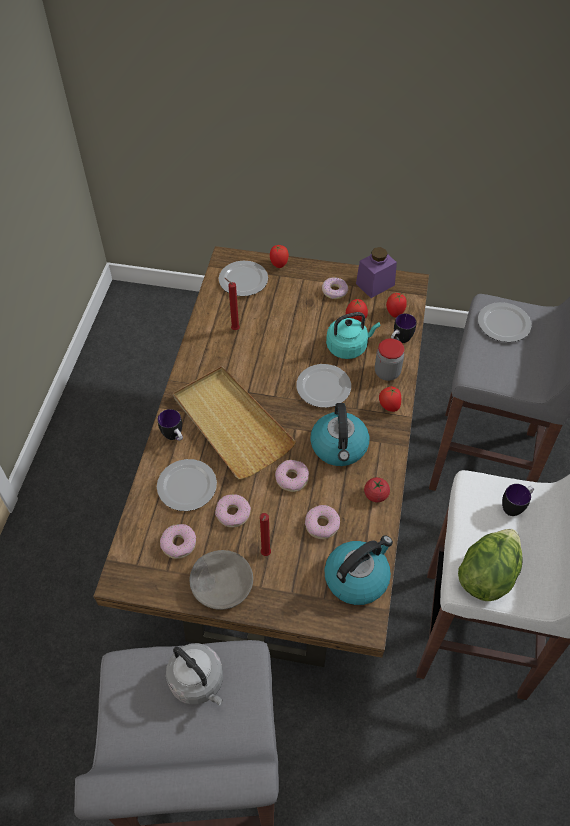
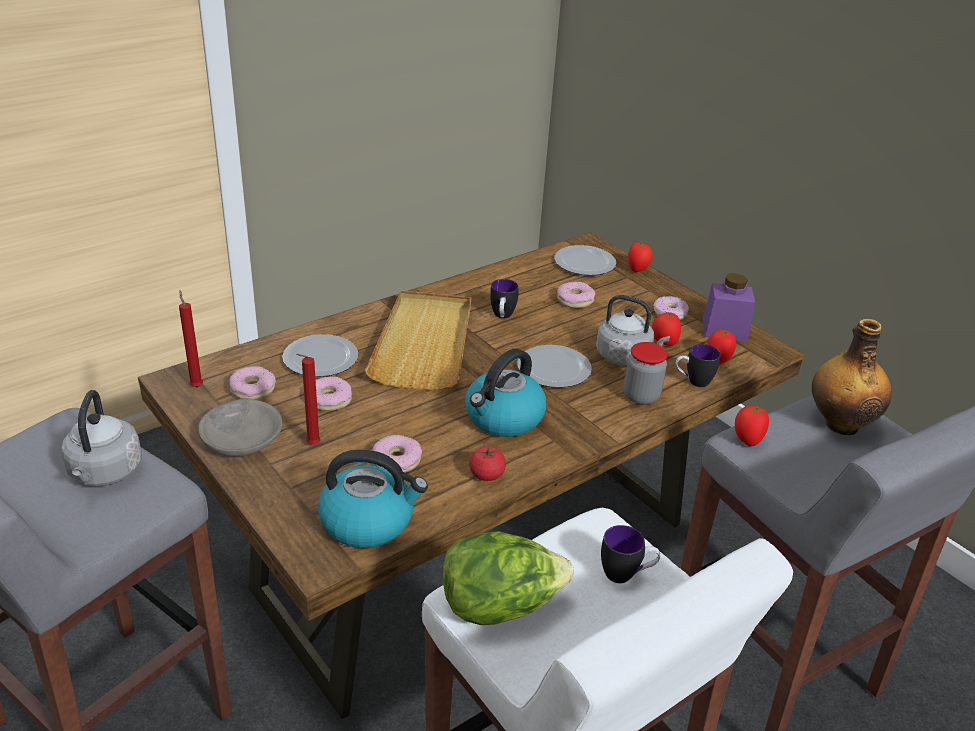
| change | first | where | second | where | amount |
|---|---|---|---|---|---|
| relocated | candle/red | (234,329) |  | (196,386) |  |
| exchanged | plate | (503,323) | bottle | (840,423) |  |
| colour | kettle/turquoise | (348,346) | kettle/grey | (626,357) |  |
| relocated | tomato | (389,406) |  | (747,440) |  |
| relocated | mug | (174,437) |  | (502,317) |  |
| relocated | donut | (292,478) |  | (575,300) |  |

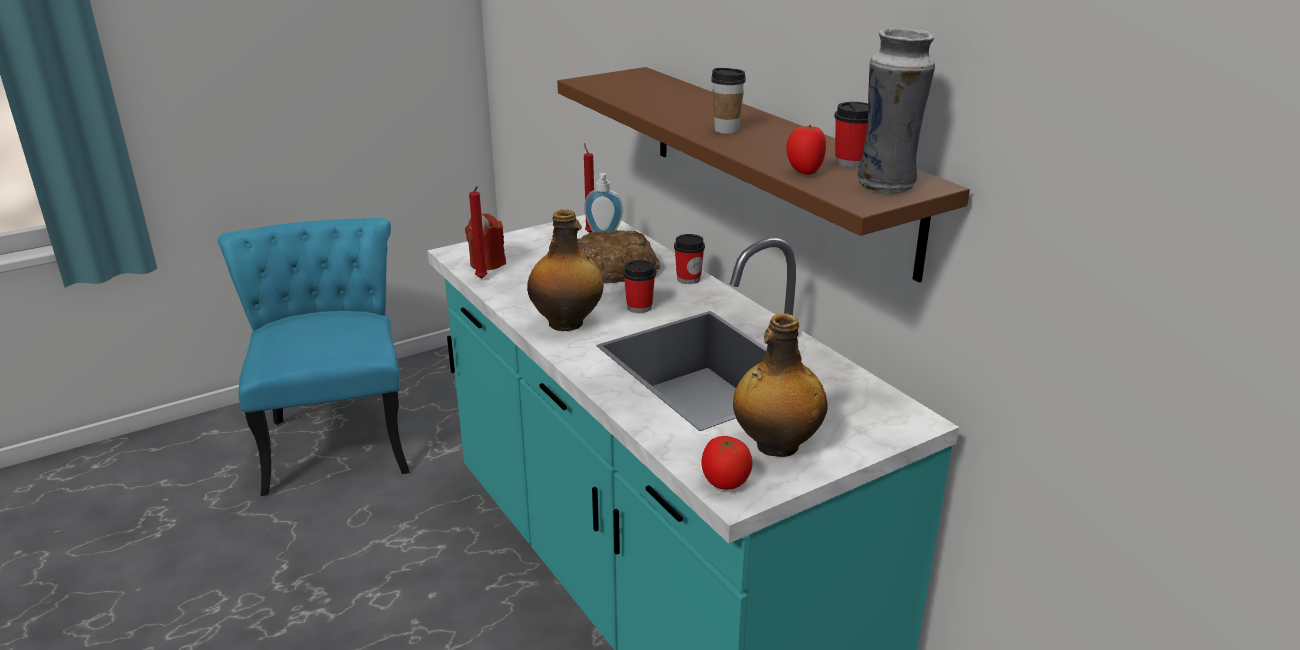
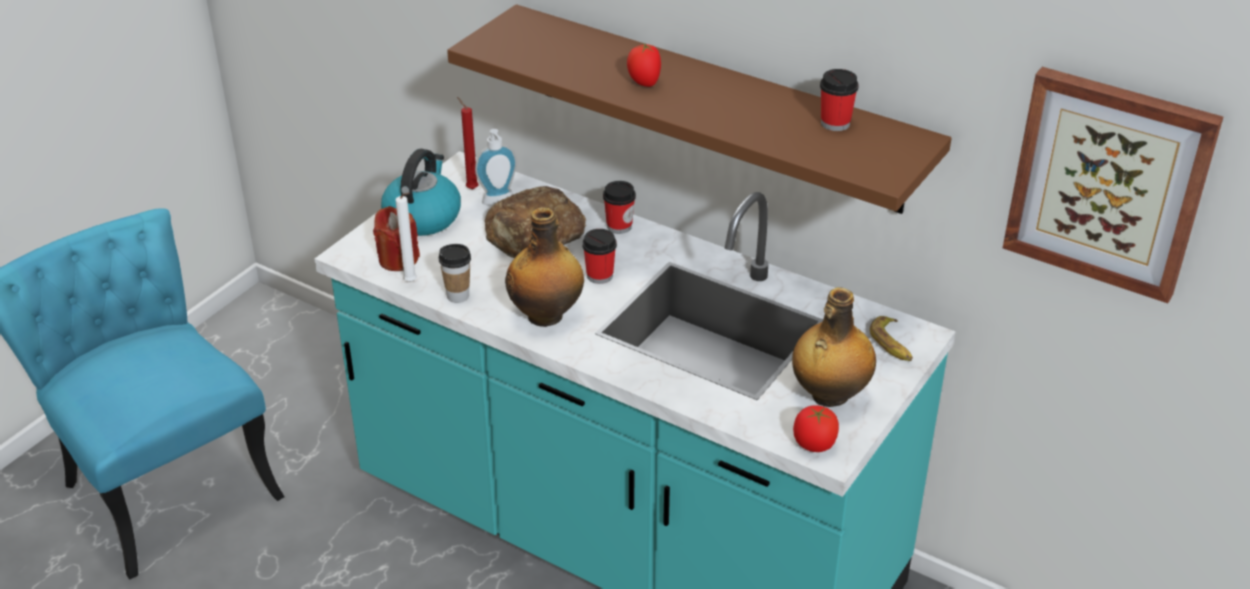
| change | first | where | second | where | amount |
|---|---|---|---|---|---|
| missing | vase | (887,185) |  |  |  |
| relocated | cup | (726,130) |  | (458,296) |  |
| relocated | tomato | (804,172) |  | (643,83) |  |
| colour | candle/red | (482,279) | candle/white | (412,283) |  |
| appeared |  |  | picture | (1108,182) |  |
| appeared |  |  | kettle | (423,217) |  |
| appeared |  |  | banana | (892,344) |  |

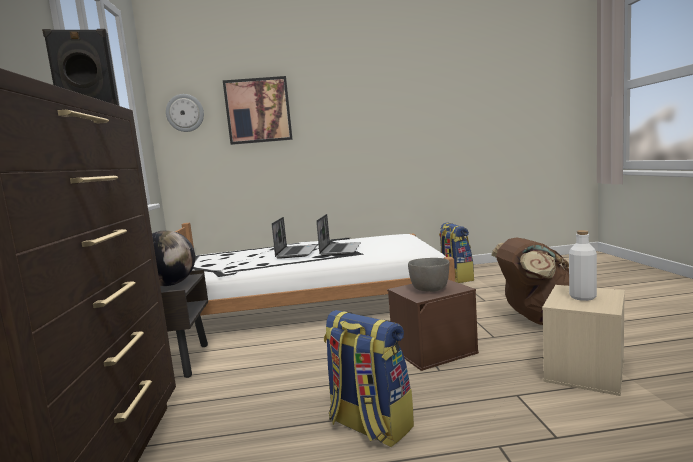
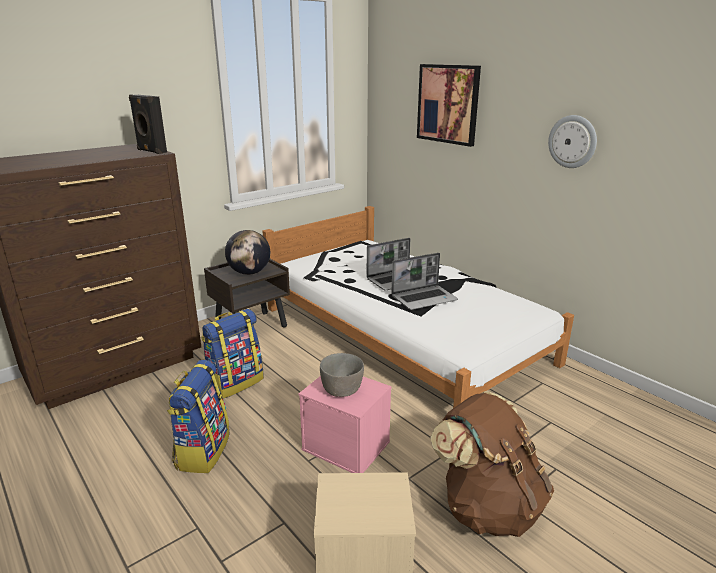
| change | first | where | second | where | amount |
|---|---|---|---|---|---|
| relocated | wall clock | (185,113) |  | (572,141) |  |
| relocated | backpack | (455,278) |  | (235,382) |  |
| missing | bottle/white | (582,297) |  |  |  |
| colour | storage box/brown | (434,350) | storage box/pink | (347,445) |  |

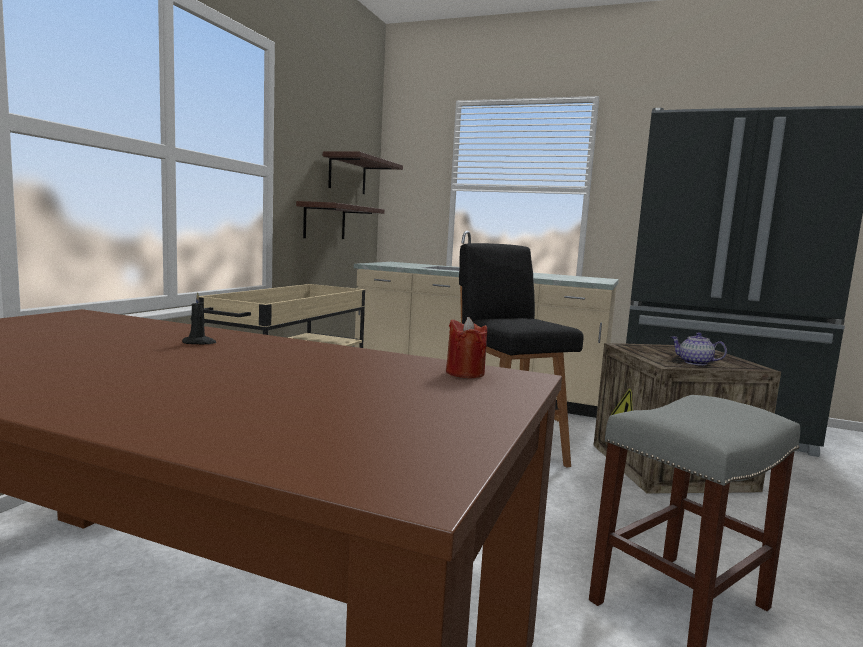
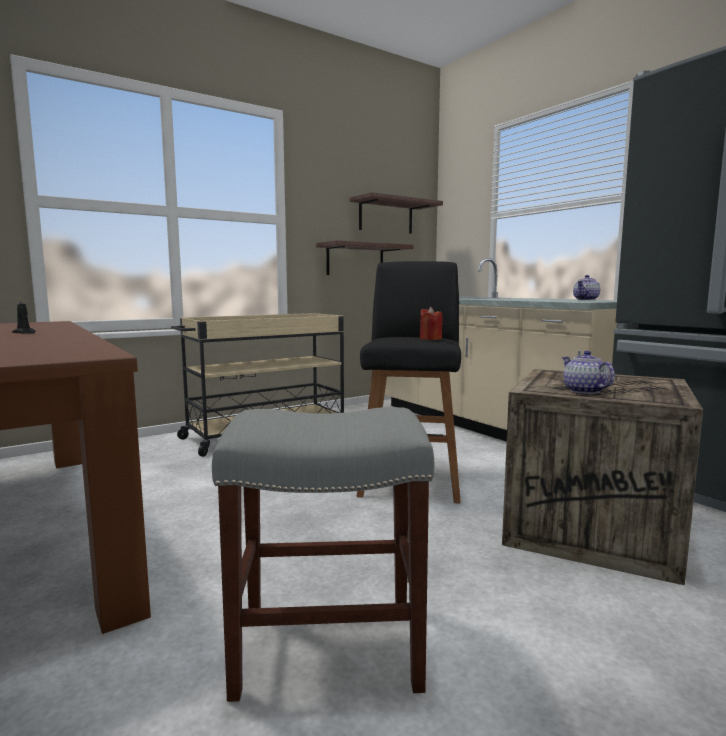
| change | first | where | second | where | amount |
|---|---|---|---|---|---|
| relocated | candle/red | (465,373) |  | (430,339) |  |
| appeared |  |  | teapot | (586,299) |  |

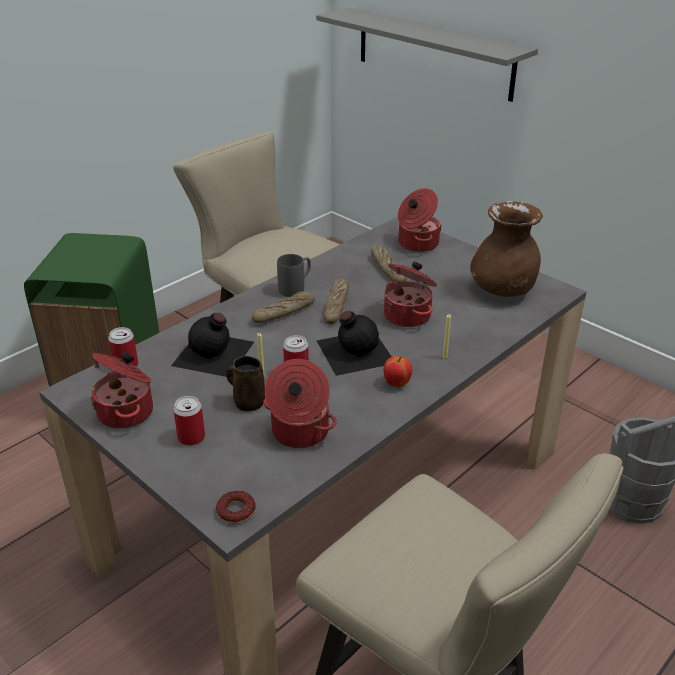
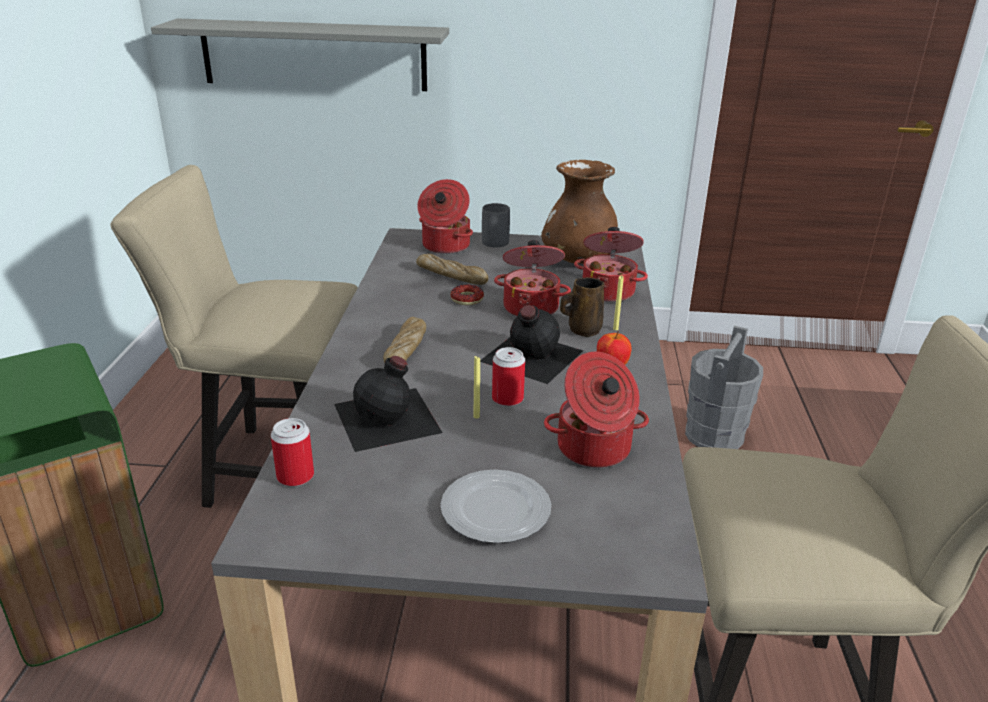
| change | first | where | second | where | amount |
|---|---|---|---|---|---|
| relocated | mug/grey | (296,288) |  | (496,240) |  |
| missing | bread | (336,306) |  |  |  |
| relocated | cooking pot | (127,412) |  | (608,291) |  |
| relocated | mug/brown | (248,402) |  | (582,330) |  |
| exchanged | can | (191,437) | plate | (494,511) |  |
| relocated | donut | (236,511) |  | (467,299) |  |

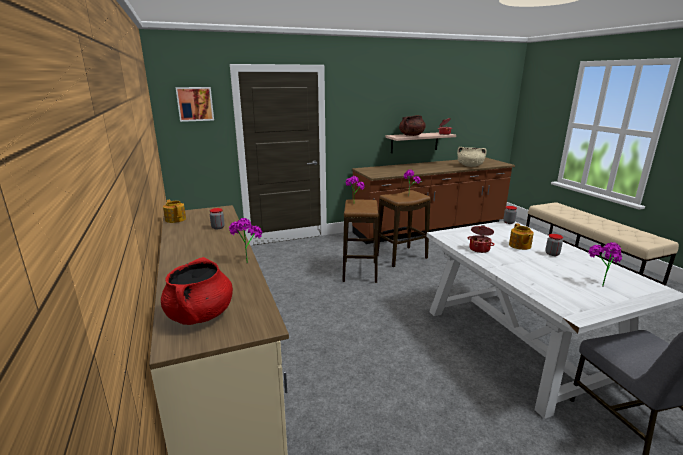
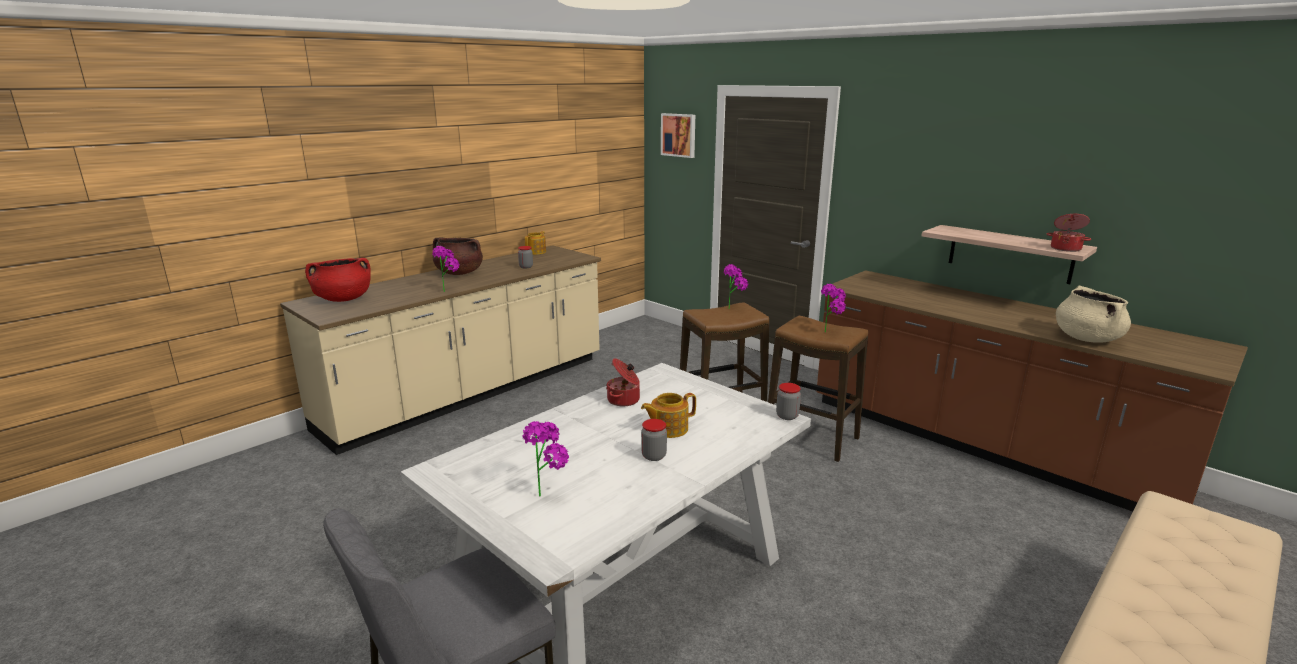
| change | first | where | second | where | amount |
|---|---|---|---|---|---|
| relocated | cooking pot/brown | (411,135) |  | (459,273) |  |

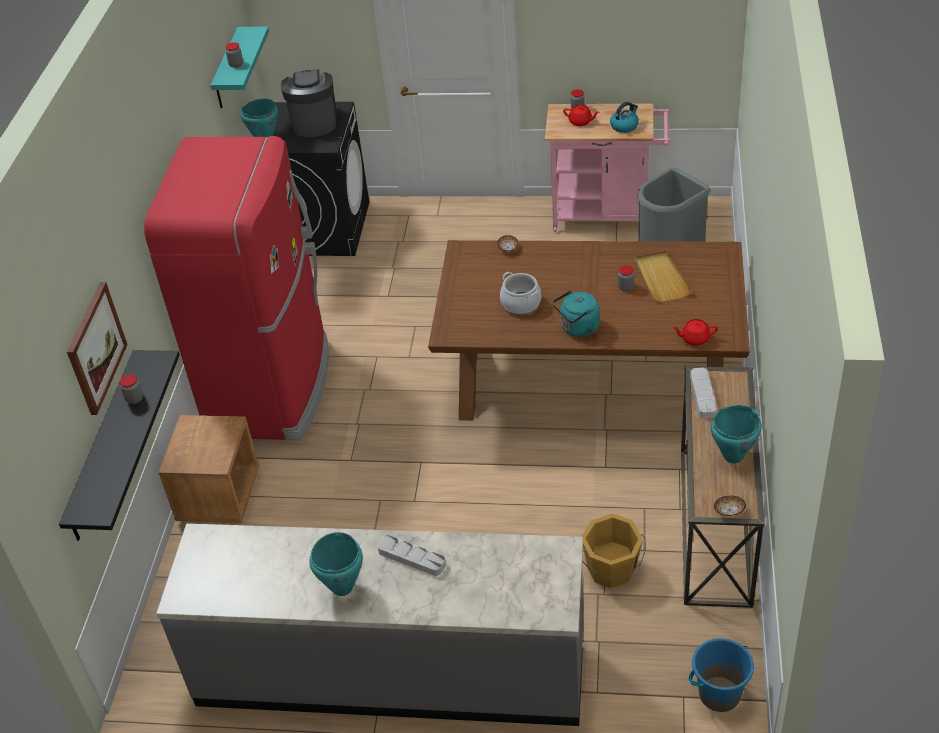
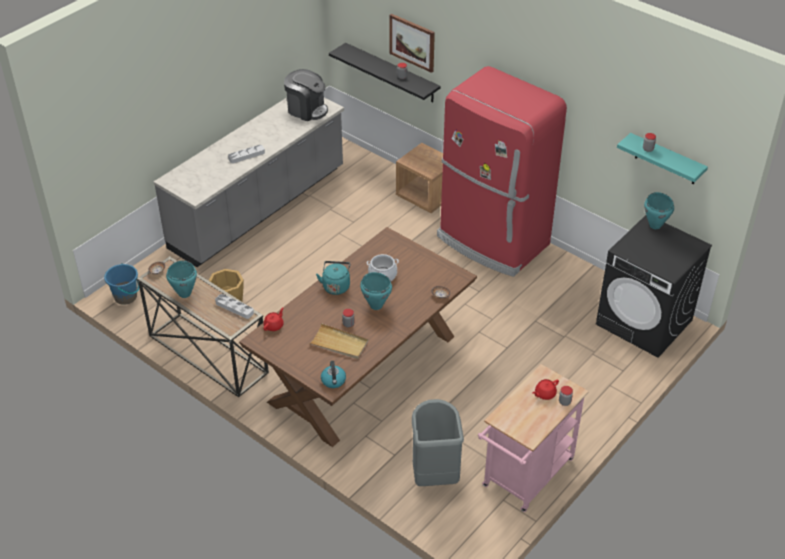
| change | first | where | second | where | amount |
|---|---|---|---|---|---|
| relocated | coffee machine | (314,122) |  | (306,110) |  |
| relocated | kettle | (624,126) |  | (333,381) |  |
| relocated | cooking pot/turquoise | (342,588) |  | (376,305) |  |

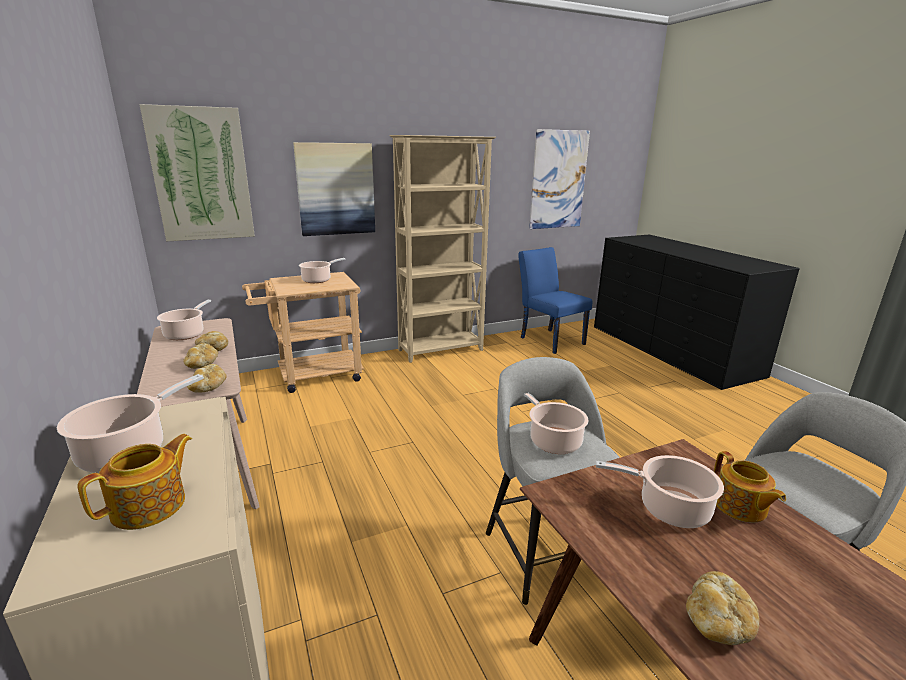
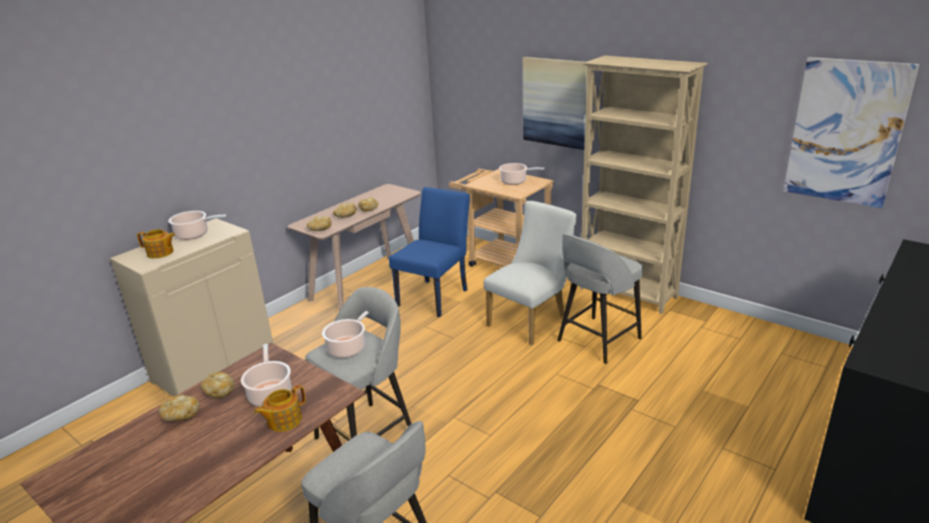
| change | first | where | second | where | amount |
|---|---|---|---|---|---|
| missing | picture | (201,175) |  |  |  |
| relocated | chair/blue | (548,339) |  | (436,295) |  |
| missing | cooking pot | (186,334) |  |  |  |
| appeared |  |  | chair/white | (531,320) |  |
| appeared |  |  | stool/grey | (597,340) |  |
| appeared |  |  | bread | (220,391) |  |

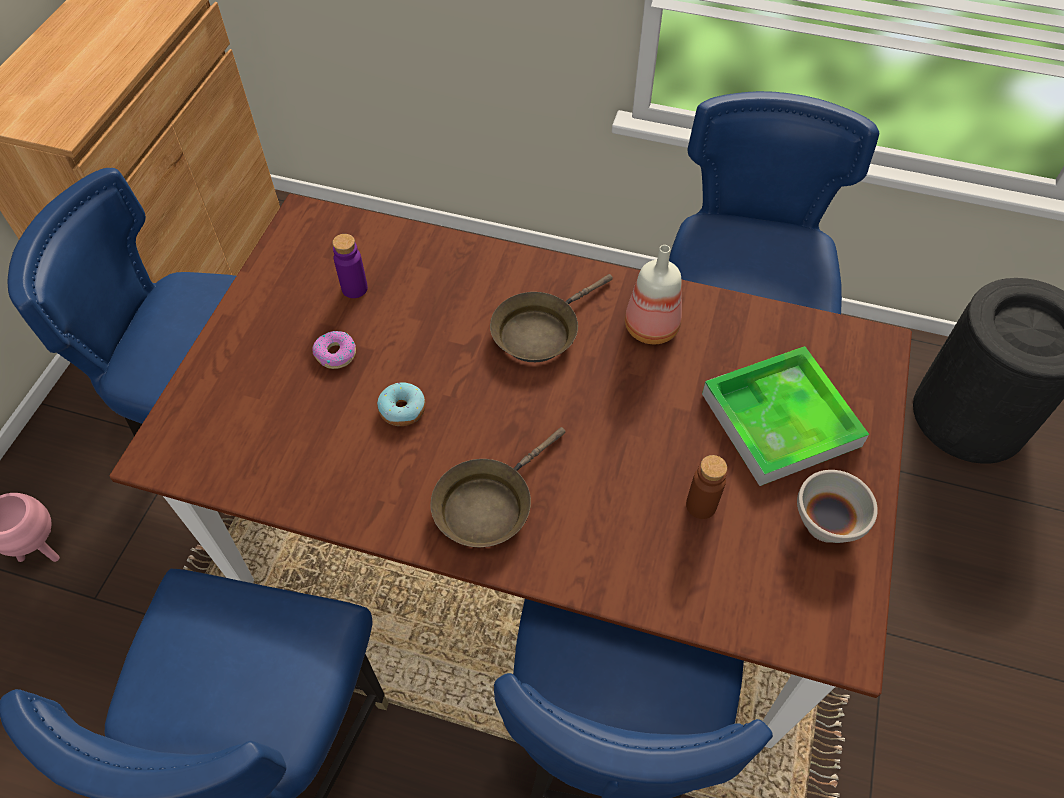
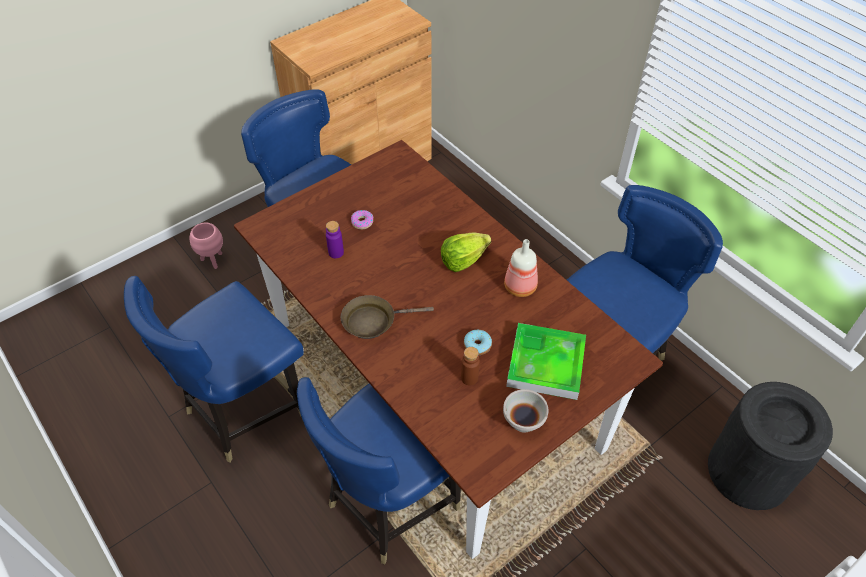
| change | first | where | second | where | amount |
|---|---|---|---|---|---|
| relocated | bottle/purple | (354,288) |  | (336,252) |  |
| exchanged | frying pan/brown | (540,331) | lettuce | (463,260) |  |
| relocated | donut | (402,409) |  | (477,345) |  |

